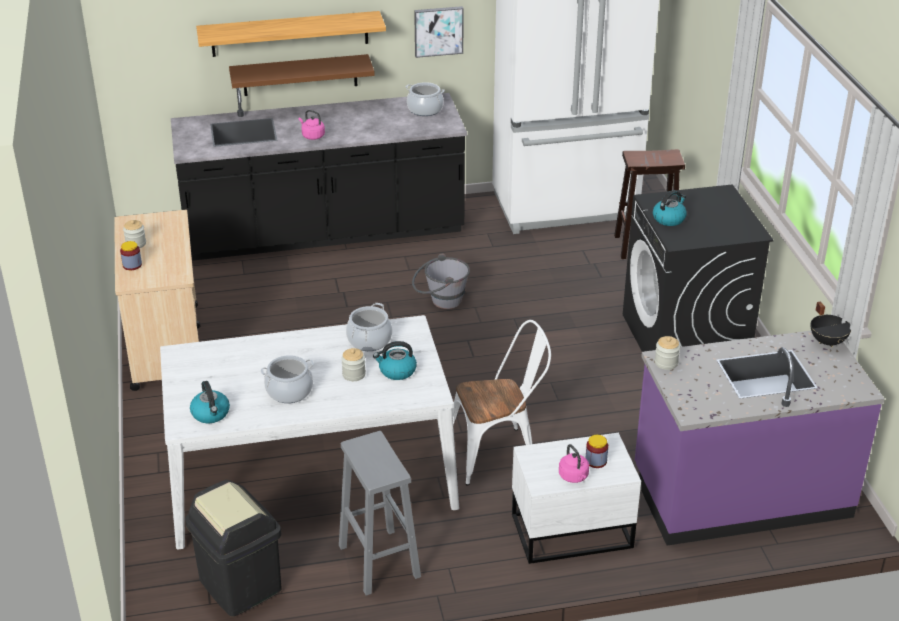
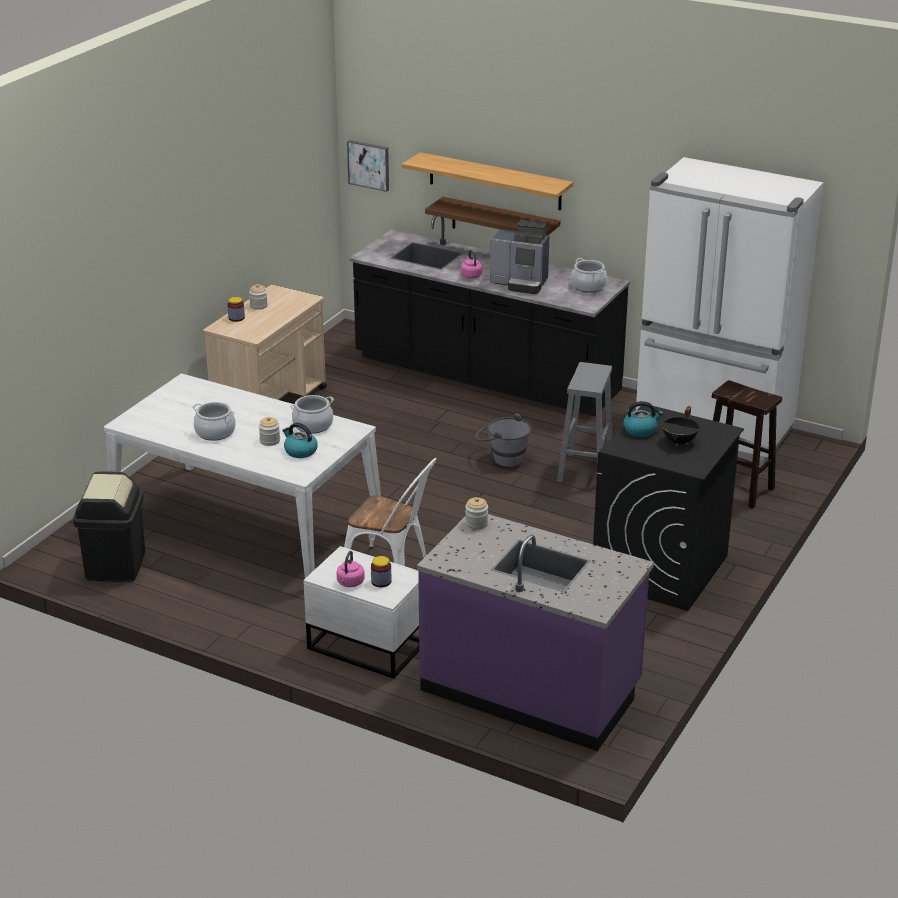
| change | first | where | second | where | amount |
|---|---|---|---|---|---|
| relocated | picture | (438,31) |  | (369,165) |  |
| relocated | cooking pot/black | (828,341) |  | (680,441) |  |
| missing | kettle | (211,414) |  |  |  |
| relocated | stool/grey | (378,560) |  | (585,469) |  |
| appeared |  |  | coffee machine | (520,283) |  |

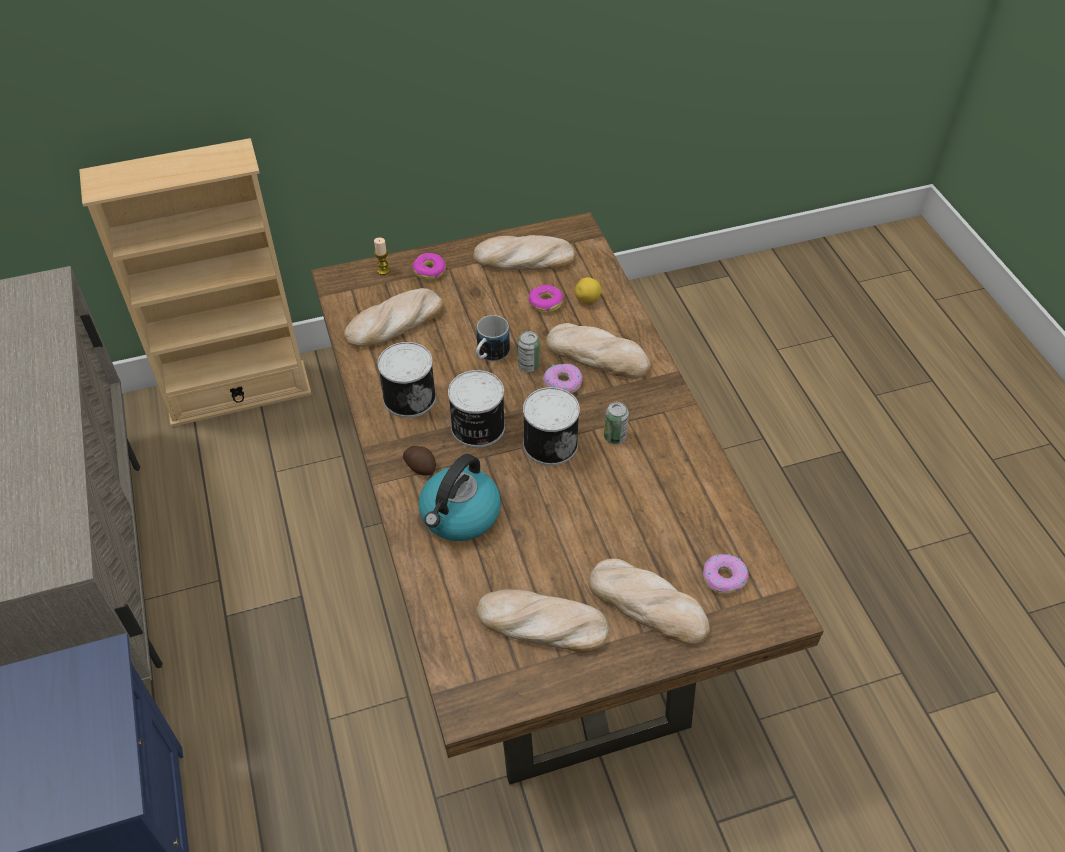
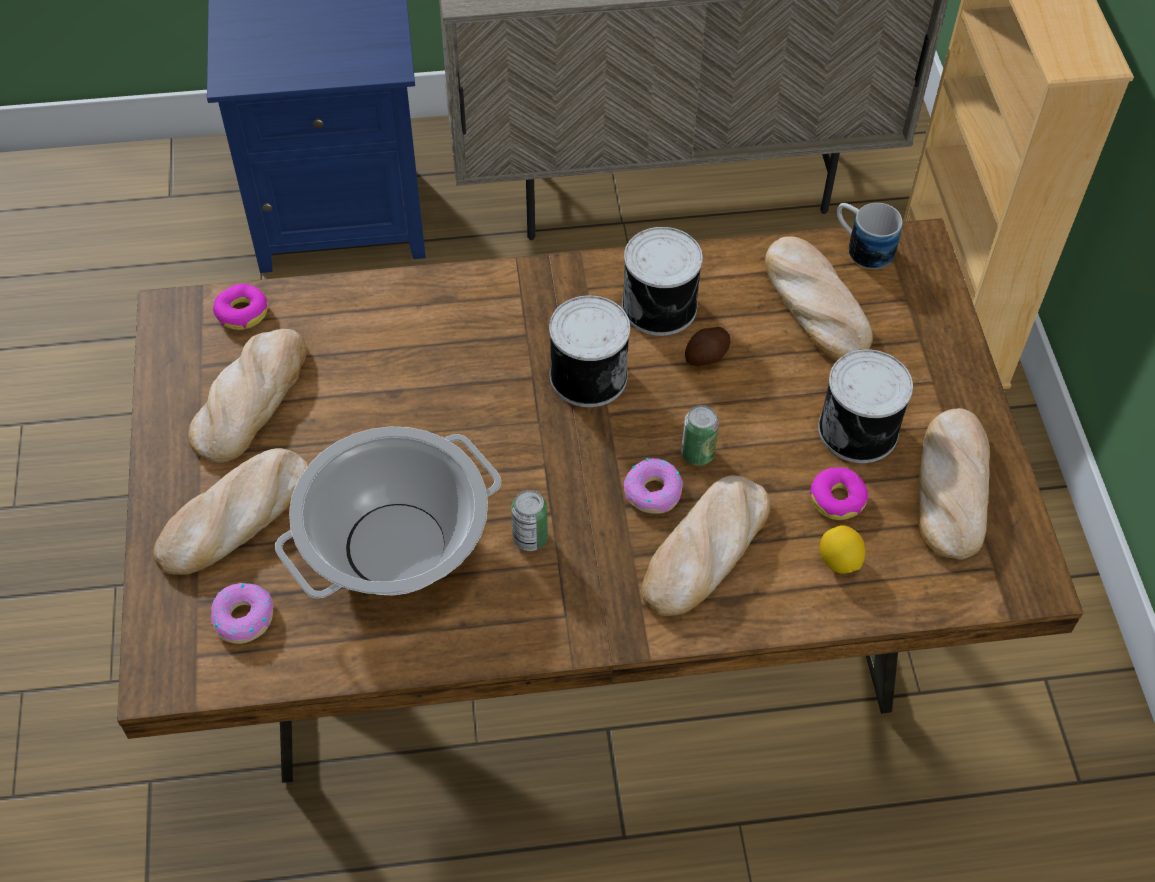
| change | first | where | second | where | amount |
|---|---|---|---|---|---|
| missing | candle | (383,270) |  |  |  |
| relocated | donut | (429,271) |  | (242,312) |  |
| relocated | mug | (489,355) |  | (861,247) |  |
| relocated | can | (549,443) |  | (860,430) |  |
| relocated | potato | (420,466) |  | (708,356) |  |
| missing | kettle | (460,515) |  |  |  |
| appeared |  |  | cooking pot | (395,548) |  |

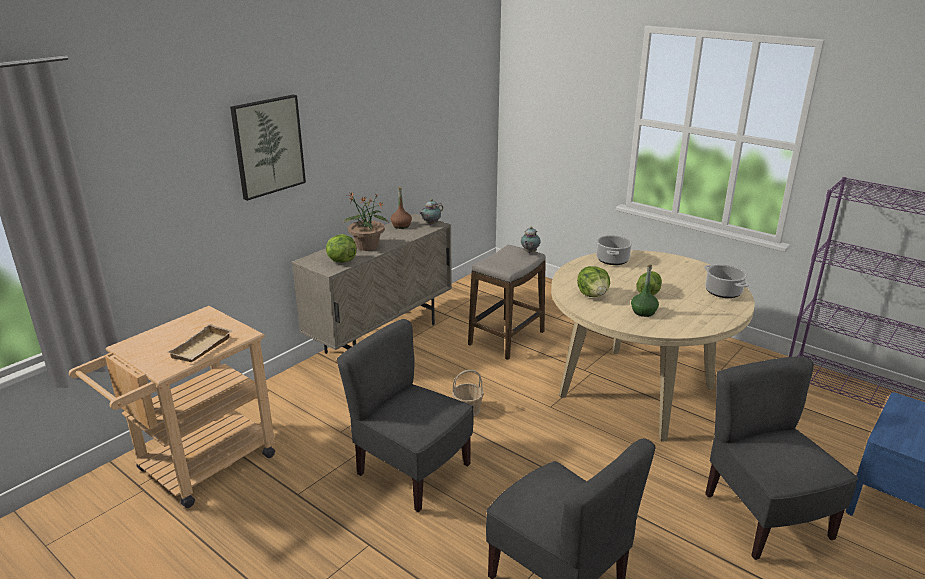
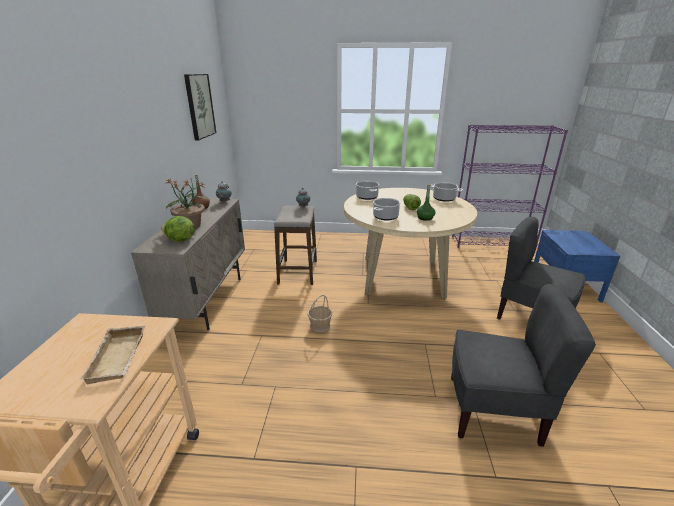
| change | first | where | second | where | amount |
|---|---|---|---|---|---|
| relocated | picture | (268,146) |  | (199,106) |  |
| exchanged | lettuce | (593,295) | cooking pot | (385,216) |  |
| missing | chair/grey | (412,471) |  |  |  |

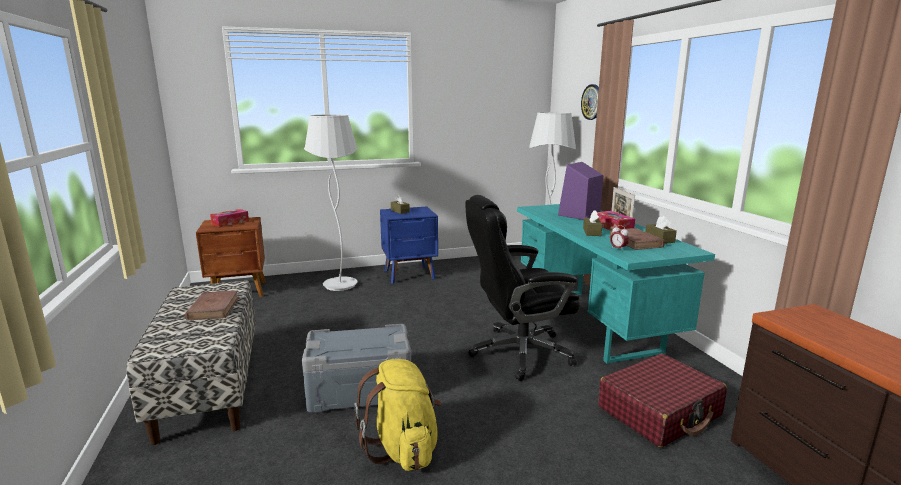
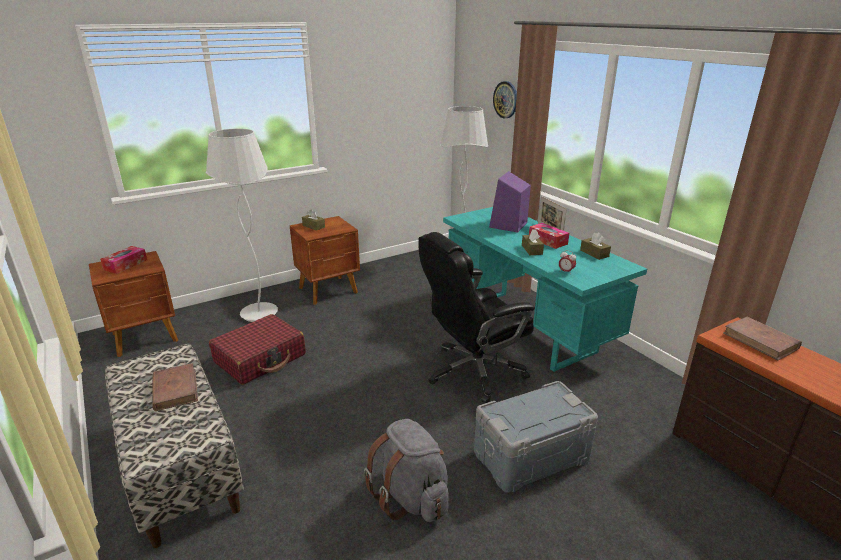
| change | first | where | second | where | amount |
|---|---|---|---|---|---|
| colour | nightstand/blue | (410,275) | nightstand/brown | (329,290) |  |
| relocated | book/brown | (635,242) |  | (760,341) |  |
| relocated | storage box/grey | (360,392) |  | (531,457) |  |
| relocated | suitcase/red | (660,412) |  | (260,358) |  |
| colour | backpack/yellow | (403,448) | backpack/grey | (411,497) |  |

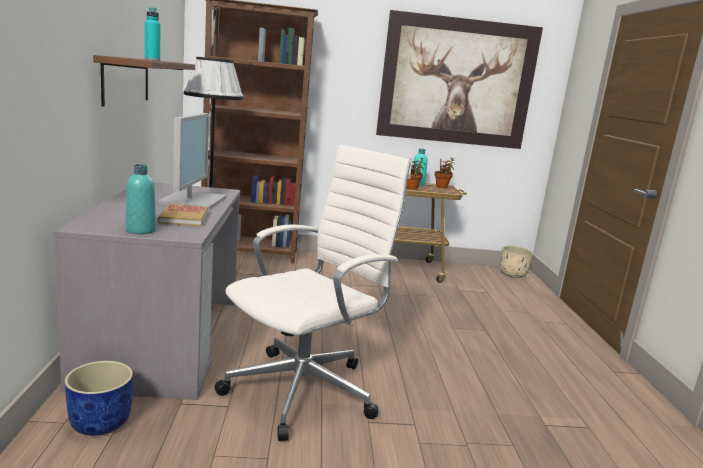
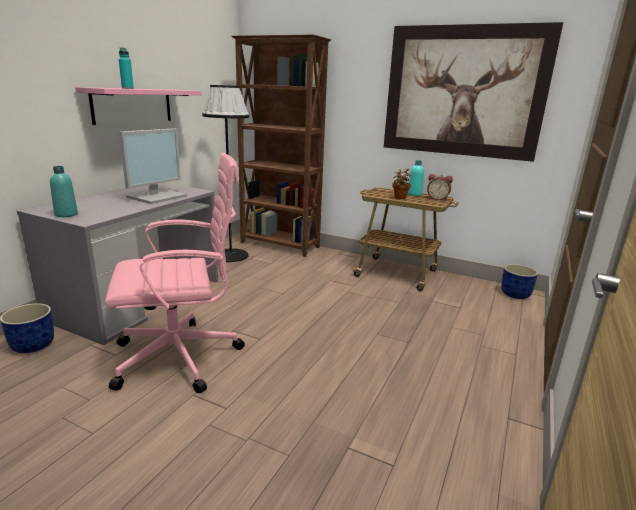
| change | first | where | second | where | amount |
|---|---|---|---|---|---|
| colour | shelf/brown | (126,80) | shelf/pink | (133,105) |  |
| colour | office chair/white | (306,390) | office chair/pink | (181,356) |  |
| exchanged | potted plant | (442,187) | alarm clock | (437,199) |  |
| missing | book | (184,218) |  |  |  |
| colour | planter/beige | (513,274) | planter/blue | (515,295) |  |

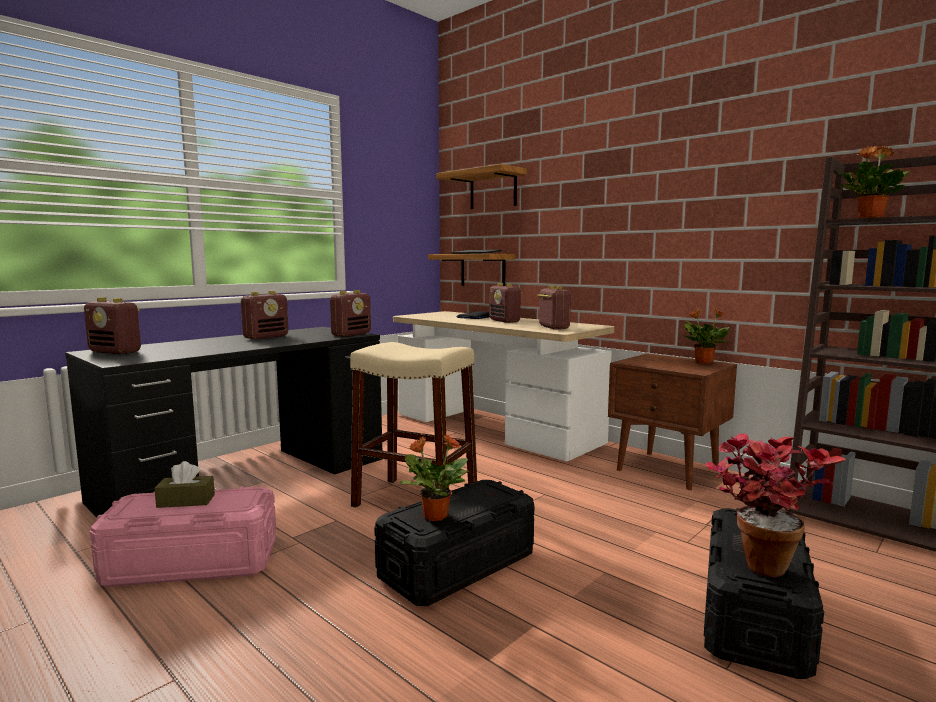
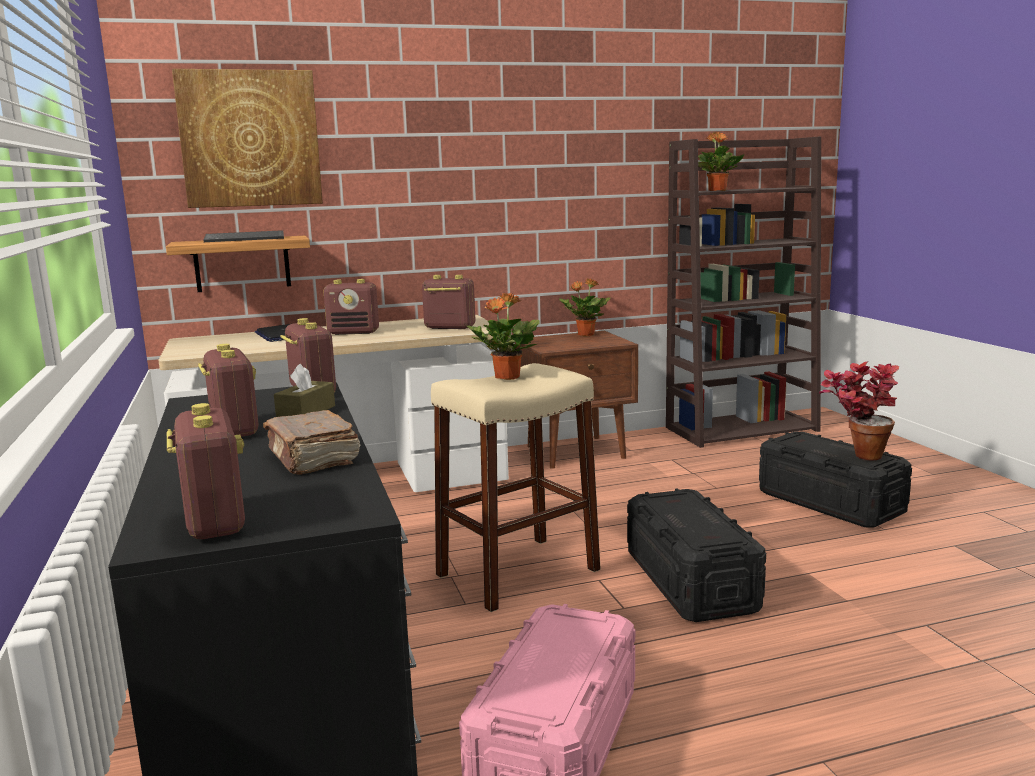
| change | first | where | second | where | amount |
|---|---|---|---|---|---|
| exchanged | shelf | (493,190) | picture | (250,139) |  |
| spun | radio | (115,352) |  | (214,521) | 75 degrees counterclockwise |
| relocated | potted plant | (434,516) |  | (506,377) |  |
| relocated | tissue box/brown | (186,501) |  | (306,412) |  |
| appeared |  |  | book/brown | (312,458) |  |

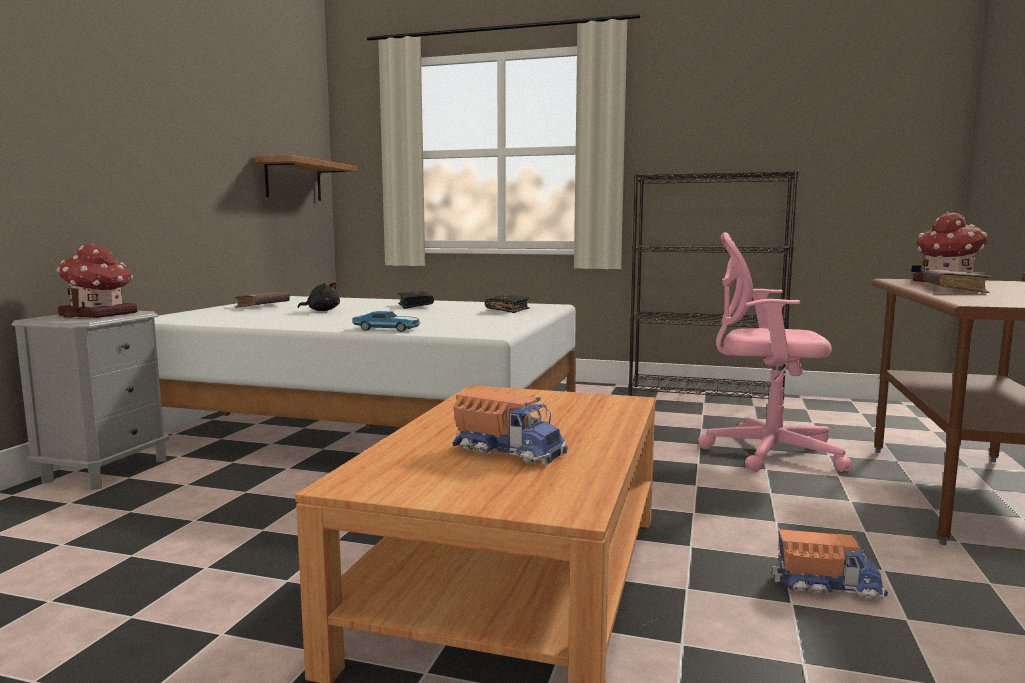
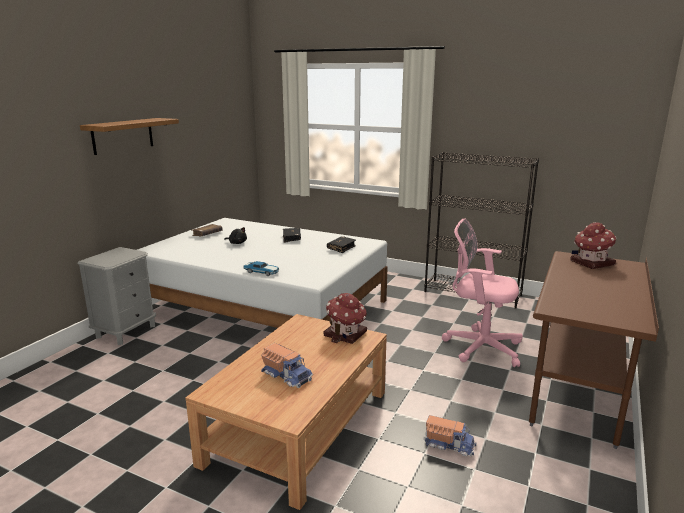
| change | first | where | second | where | amount |
|---|---|---|---|---|---|
| relocated | shelf | (293,180) |  | (123,135) |  |
| relocated | toy house | (99,314) |  | (346,334) |  |
| missing | book/brown | (954,290) |  |  |  |

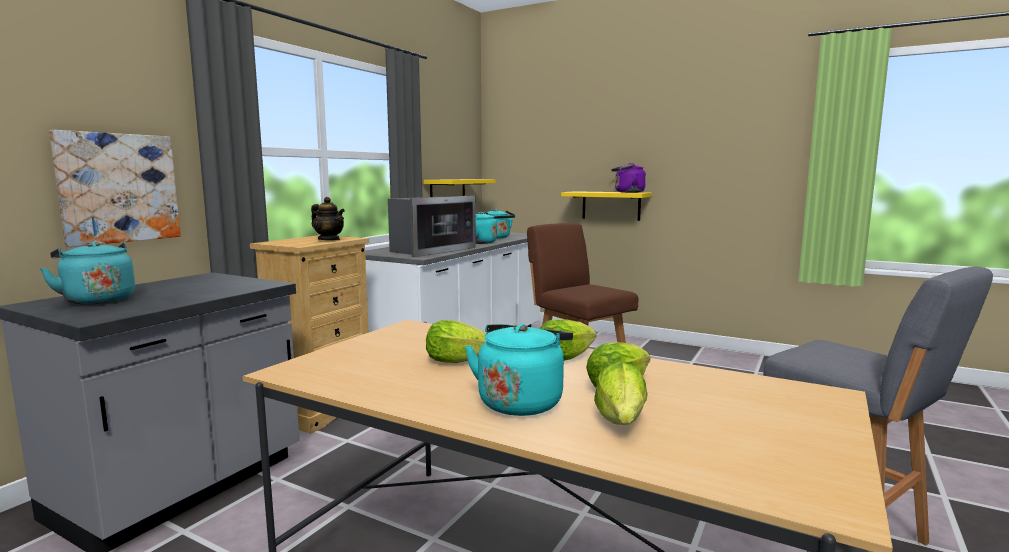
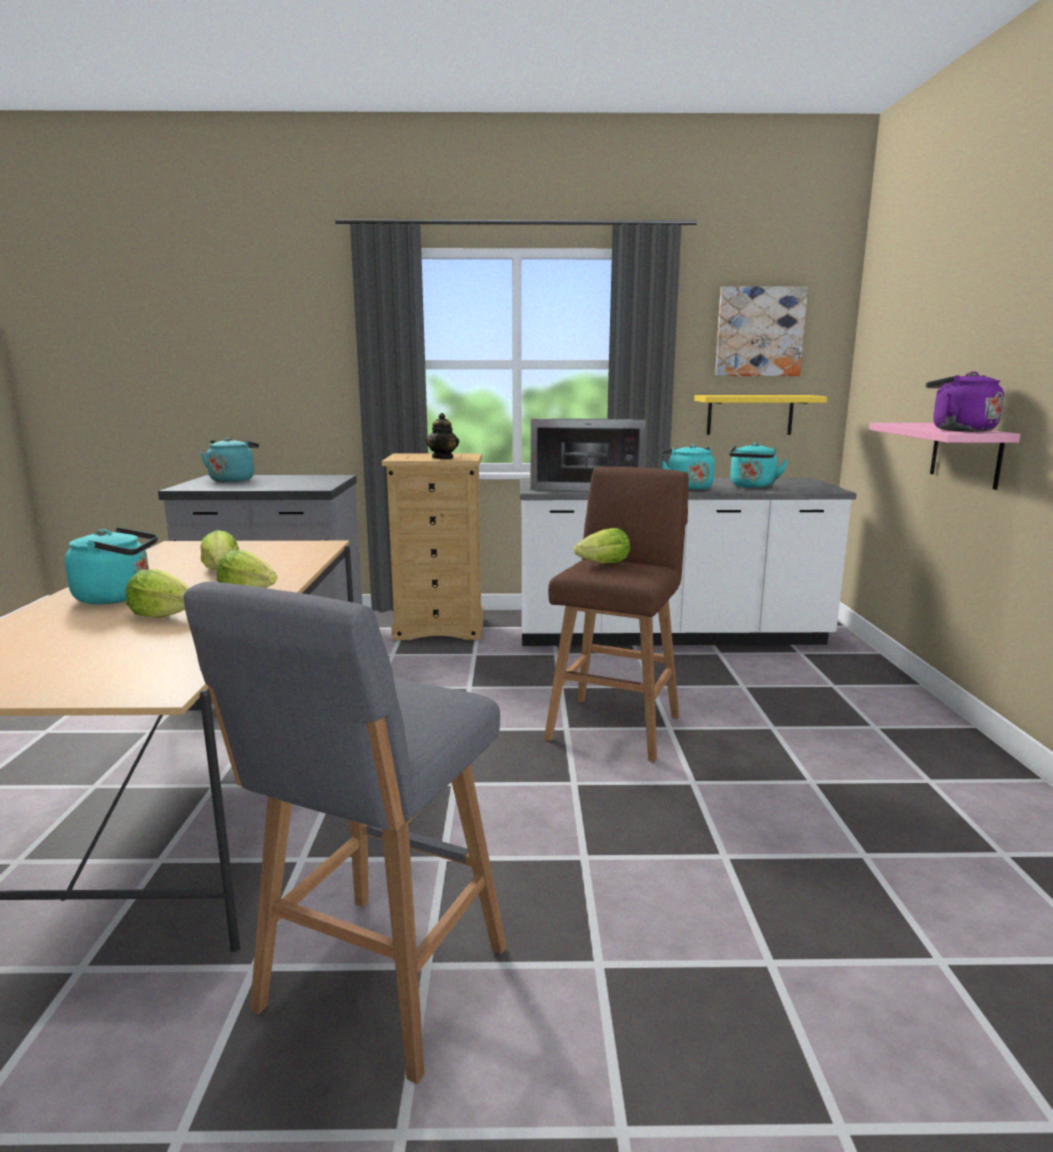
| change | first | where | second | where | amount |
|---|---|---|---|---|---|
| relocated | picture | (118,188) |  | (759,332) |  |
| colour | shelf/yellow | (611,205) | shelf/pink | (966,454) |  |
| relocated | lettuce | (621,420) |  | (604,564) |  |

